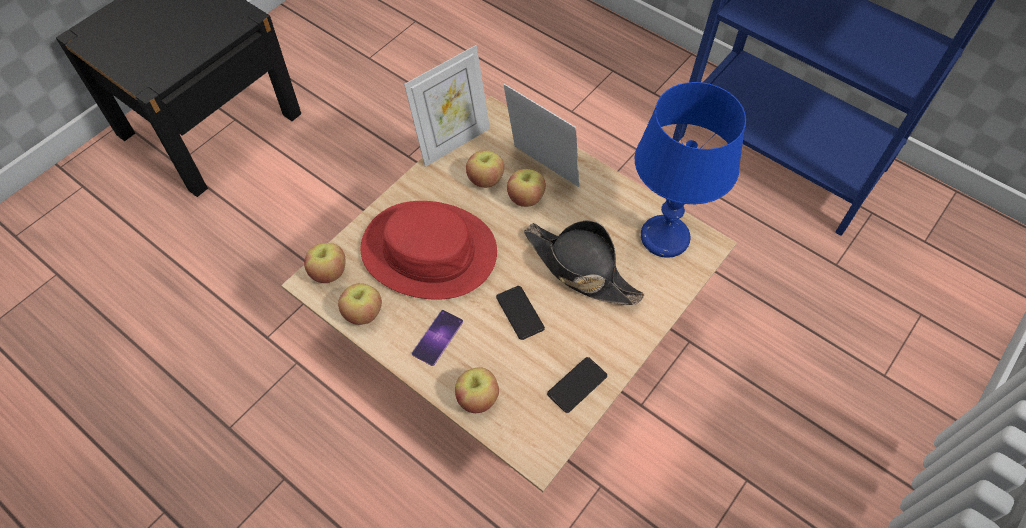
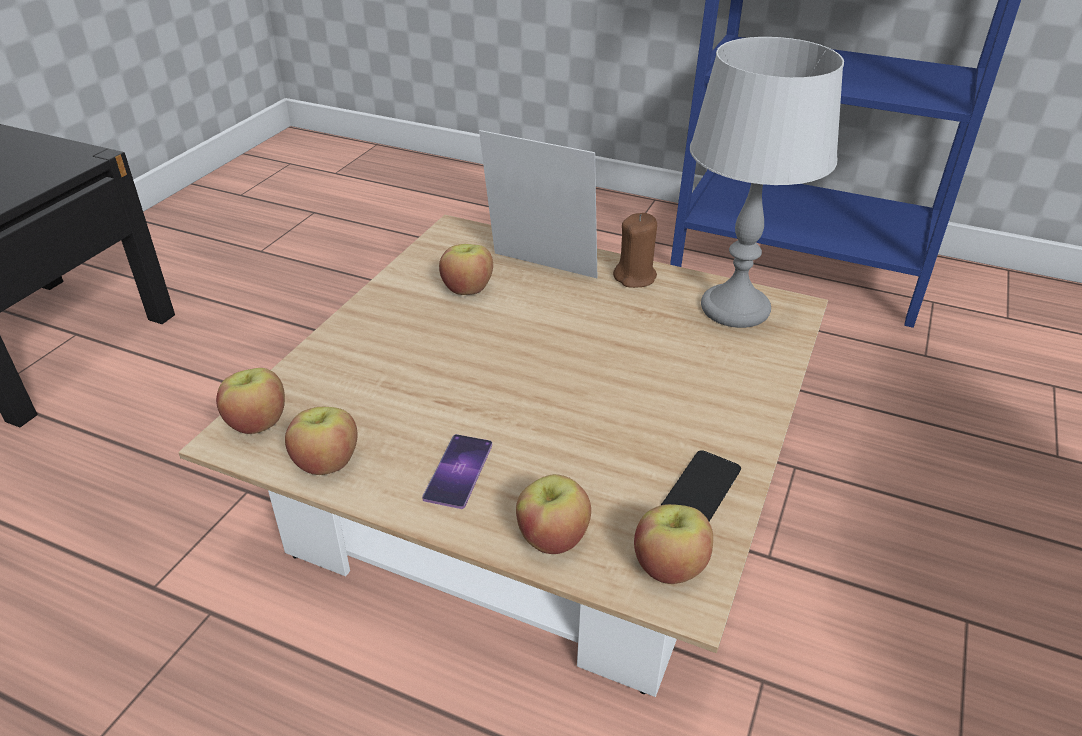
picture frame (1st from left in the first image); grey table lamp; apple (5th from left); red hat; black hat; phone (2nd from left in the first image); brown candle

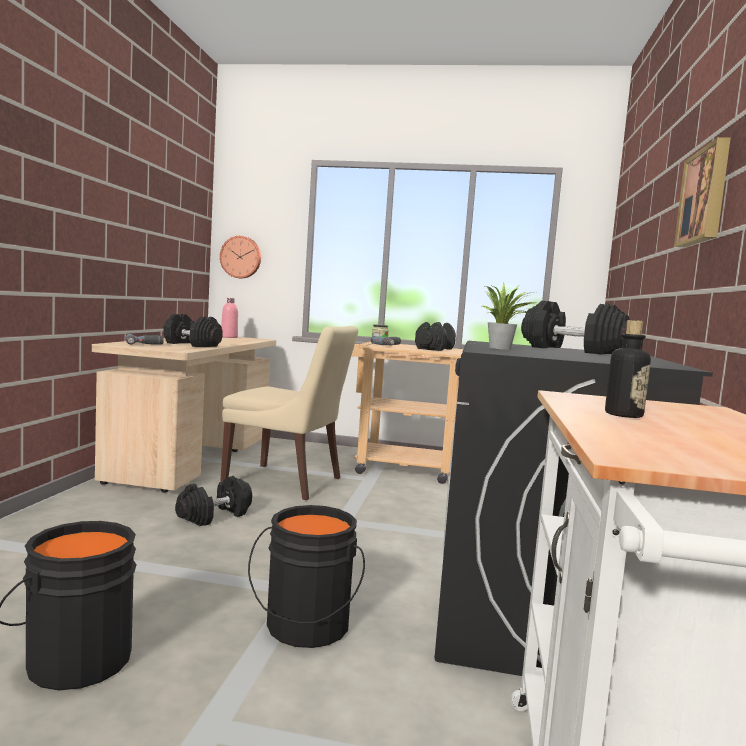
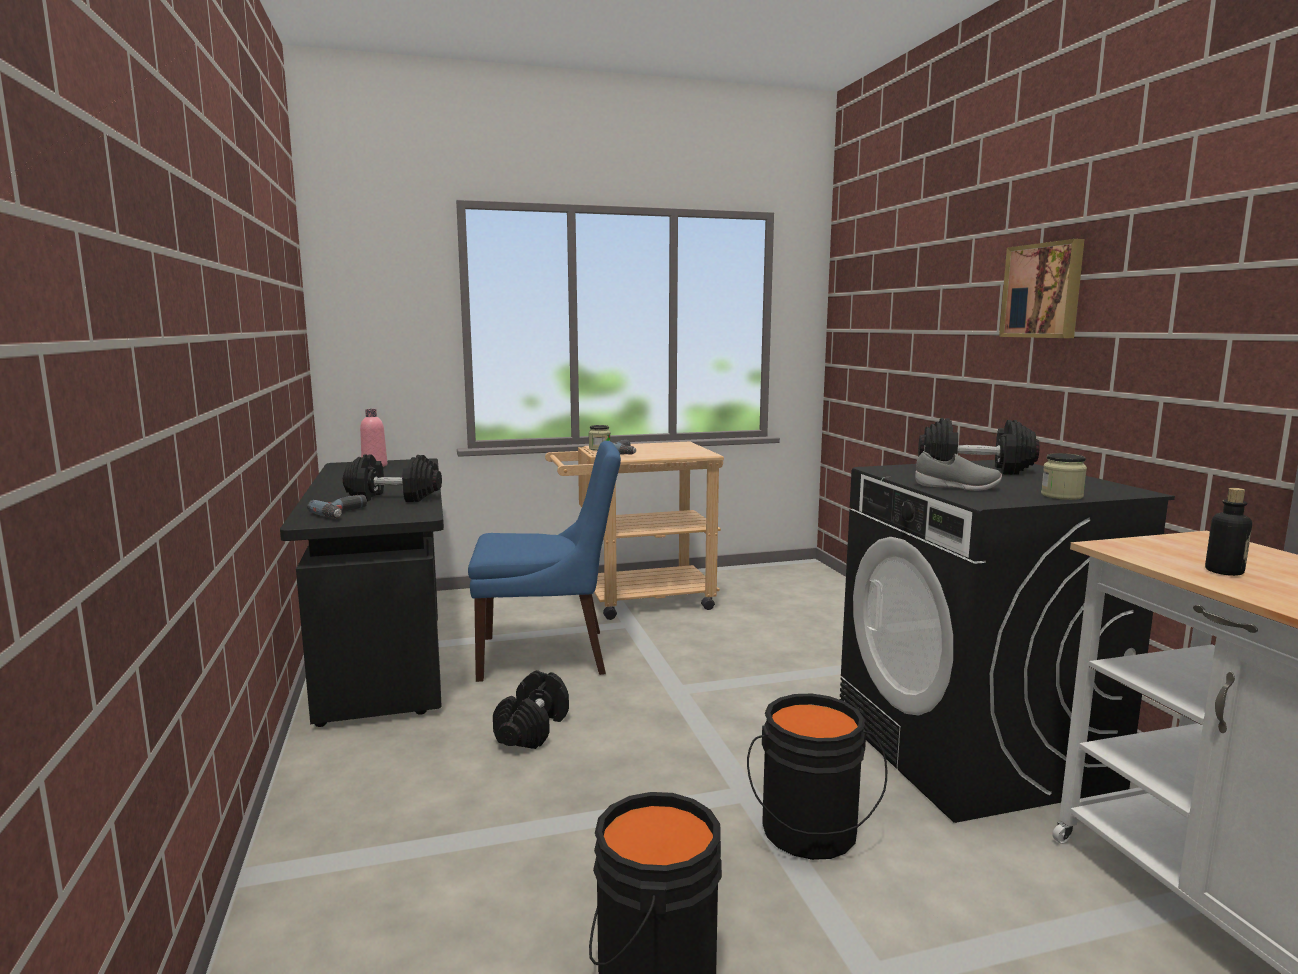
wall clock; grey shoe; black dumbbell (3rd from left in the first image); blue chair; black desk; jar (2nd from left)

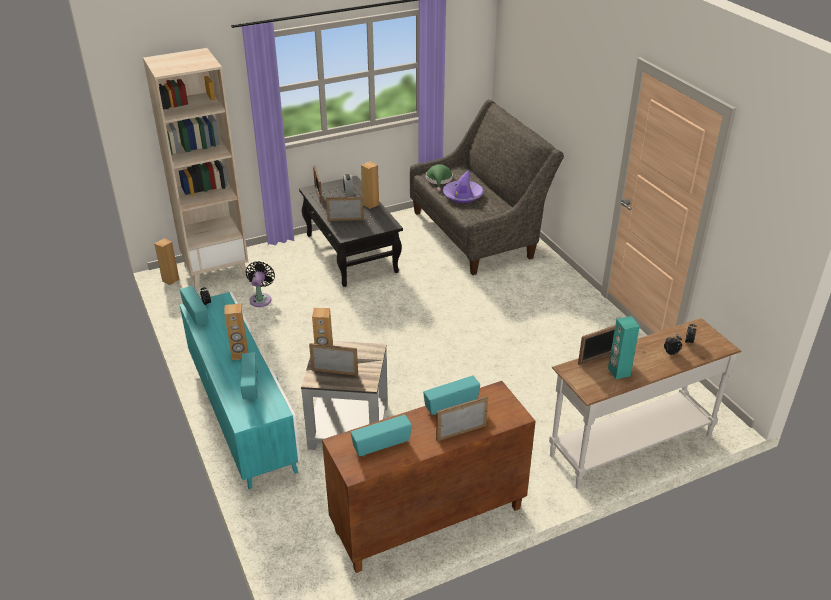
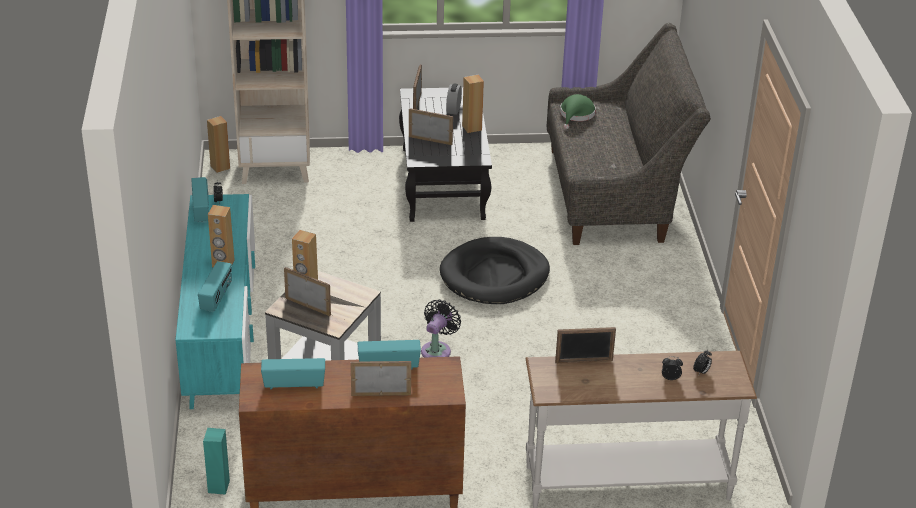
purple hat; black fan; turquoise speaker; black dog bed

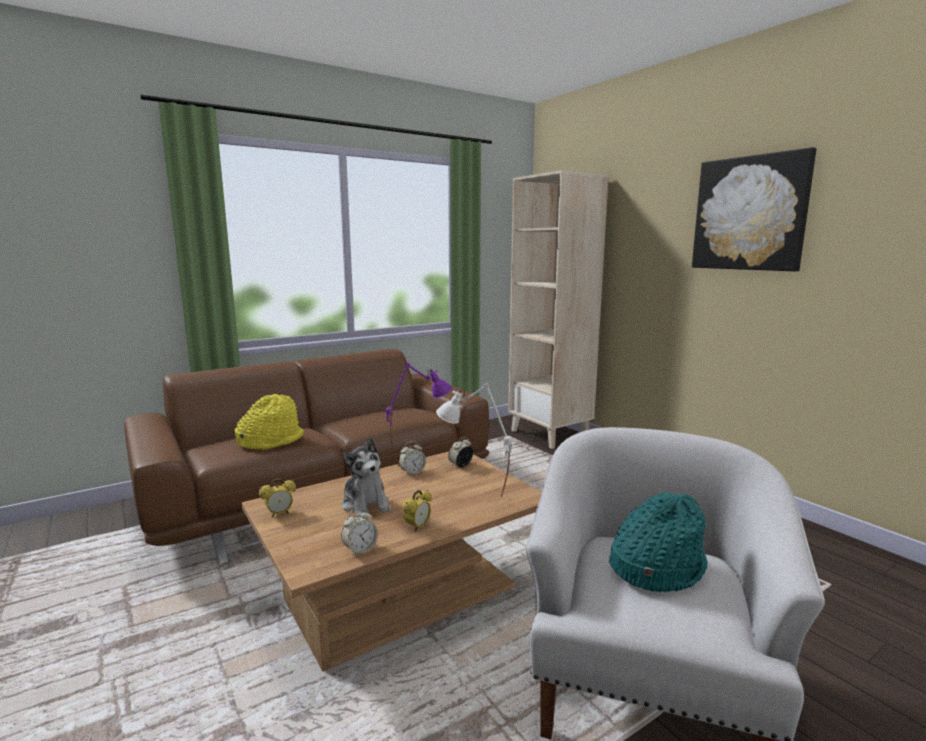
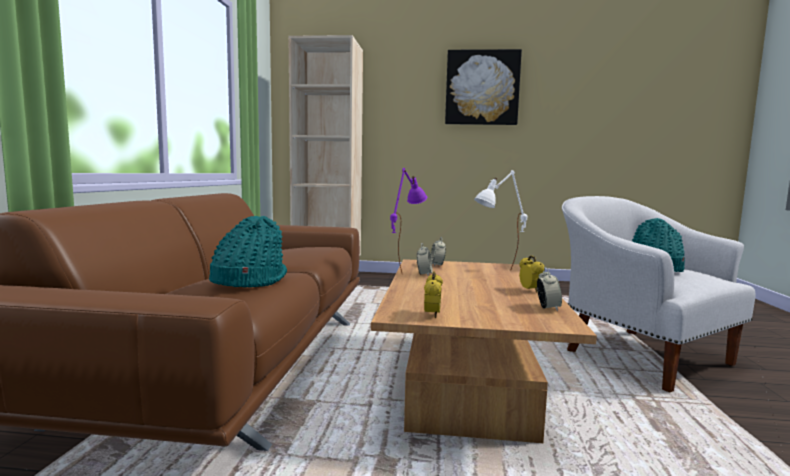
turquoise hat (1st from left); plush toy

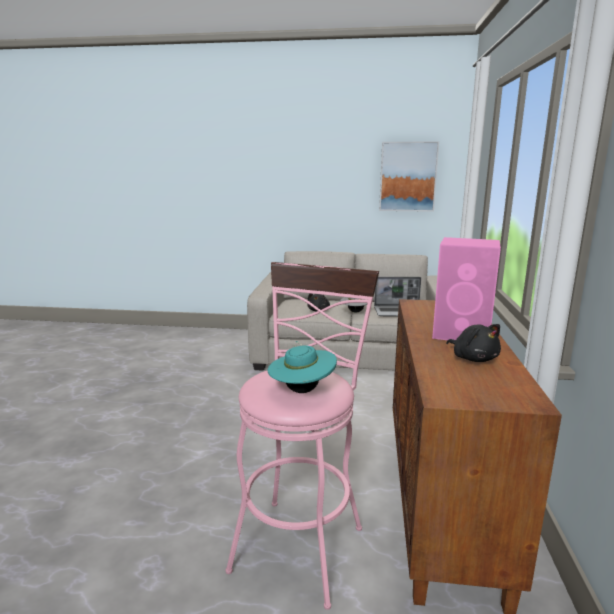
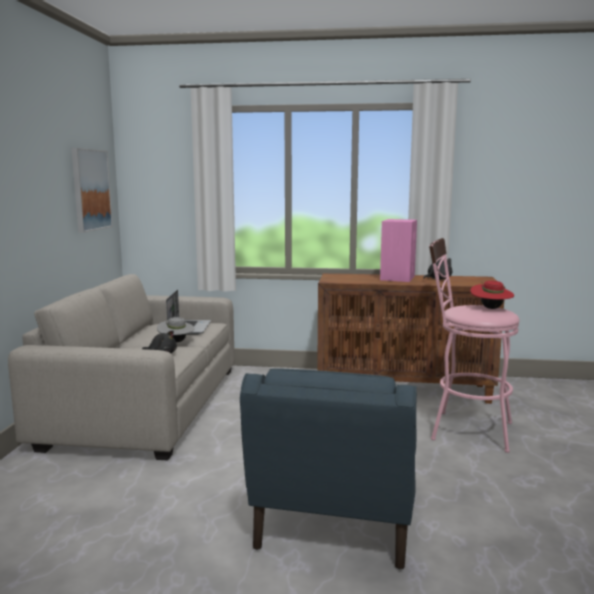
red hat; blue armchair

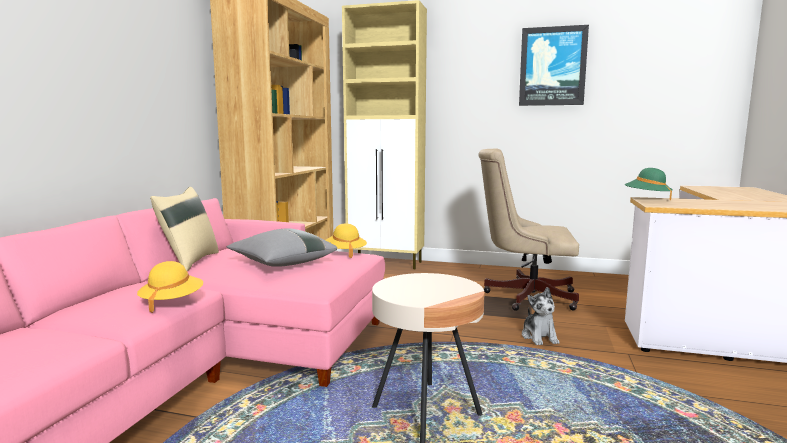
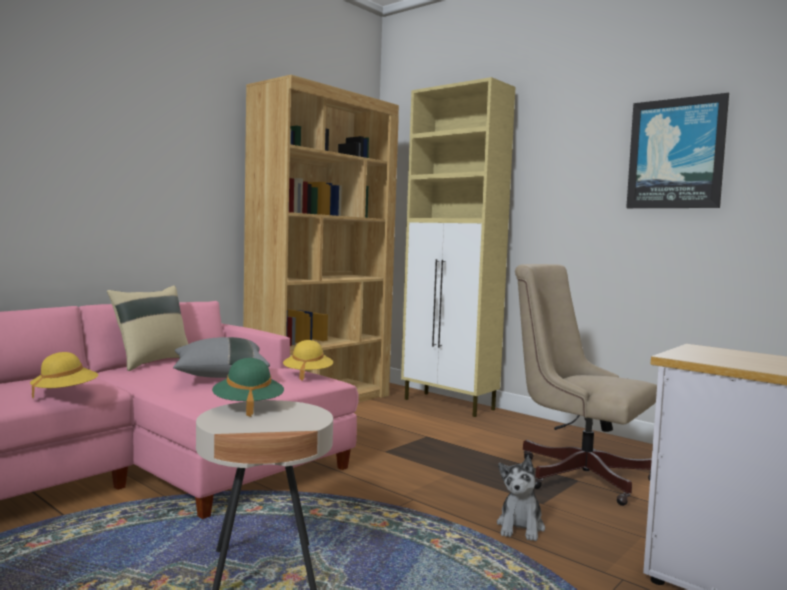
green hat

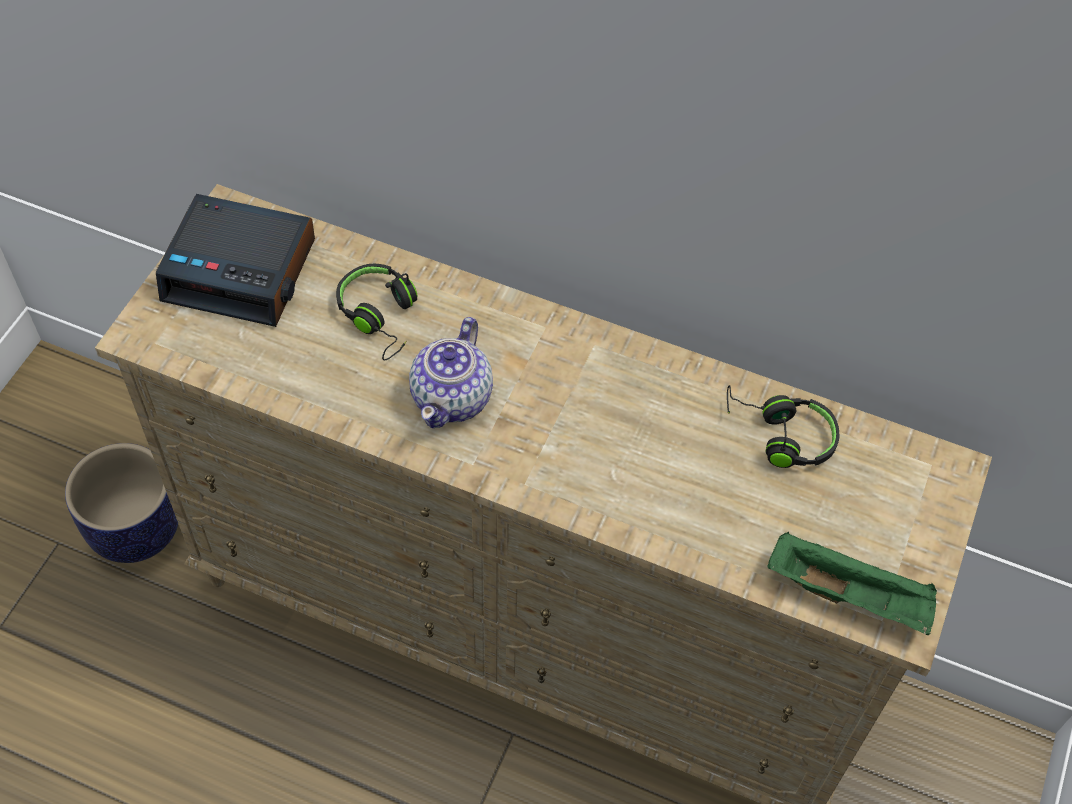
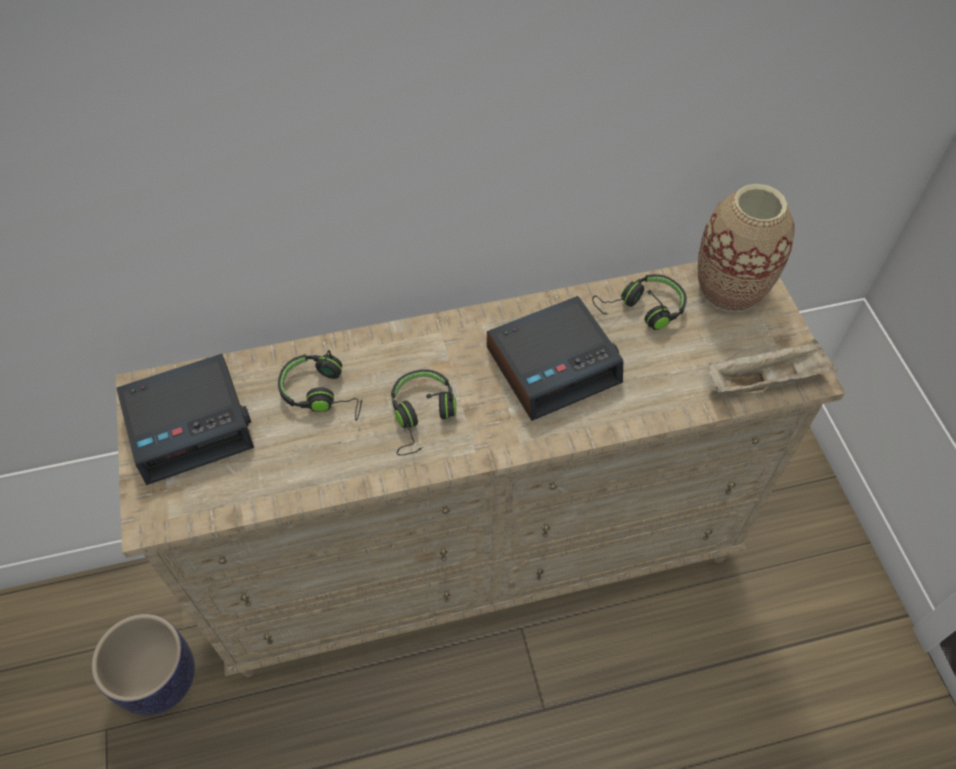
black headphones (2nd from left); beige tray; vase; alarm clock (2nd from left)

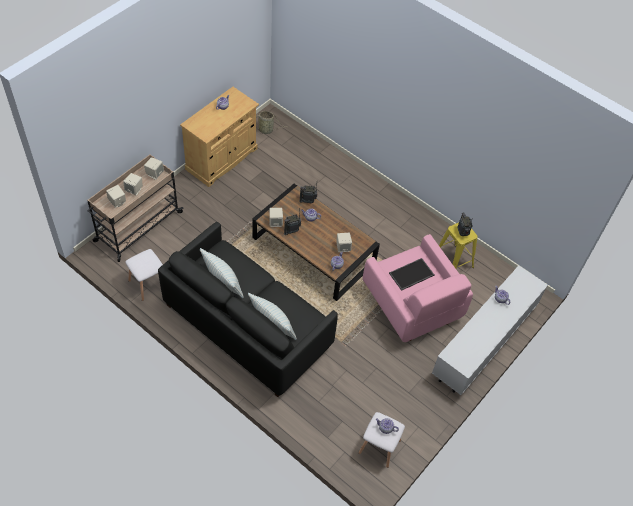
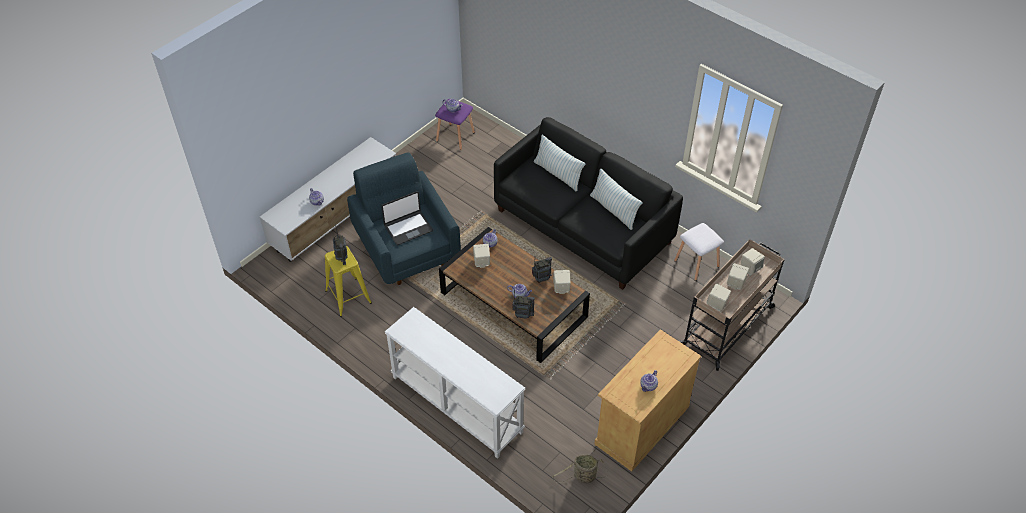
blue armchair; laptop; purple stool; white console table

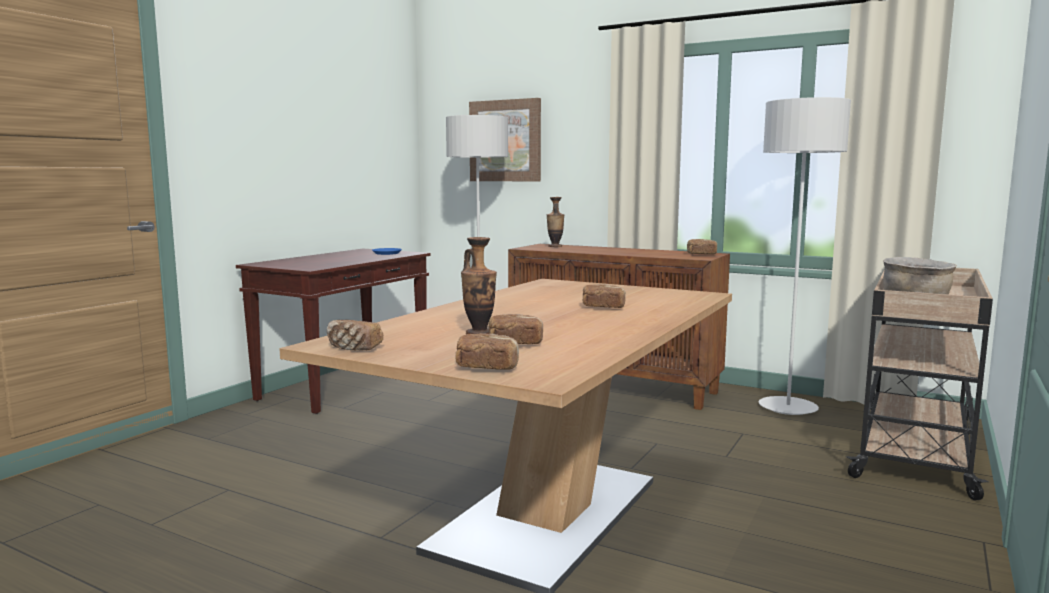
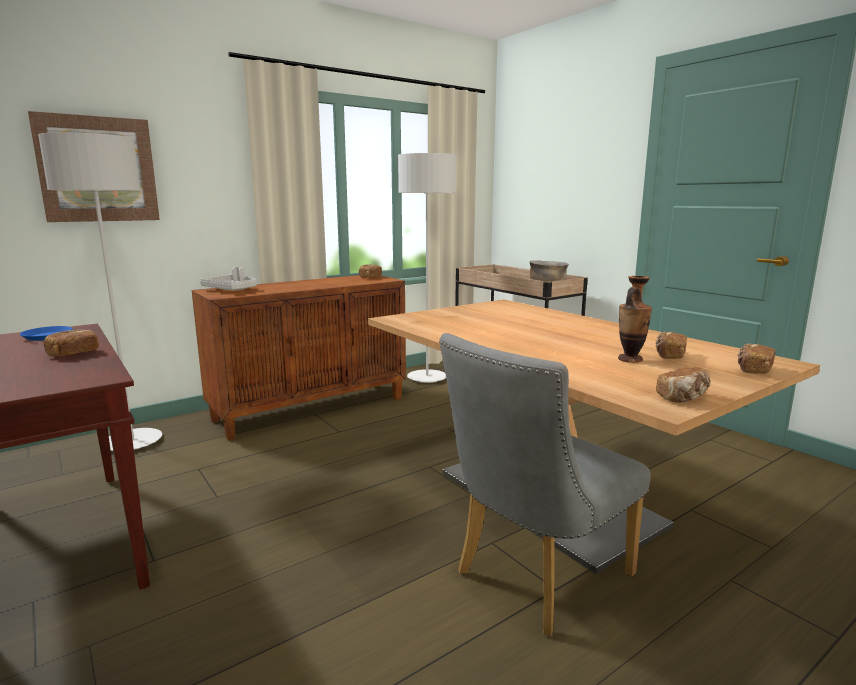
grey tray; bread (1st from left); grey chair

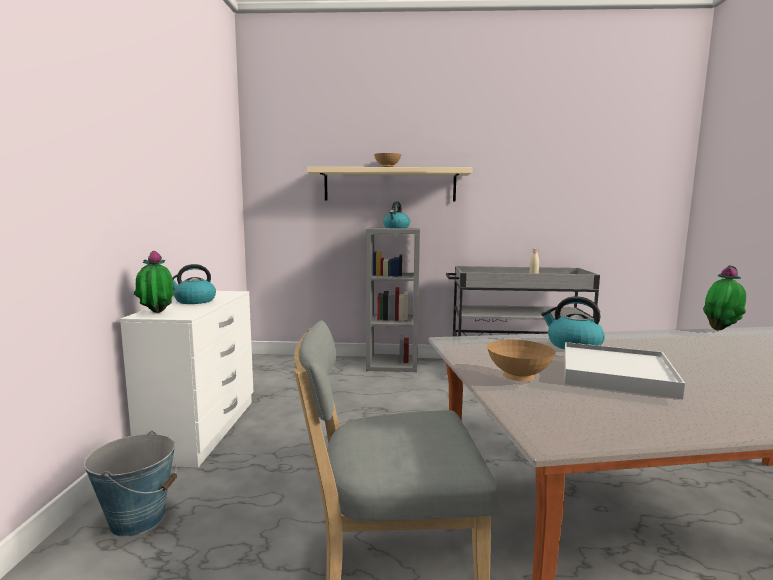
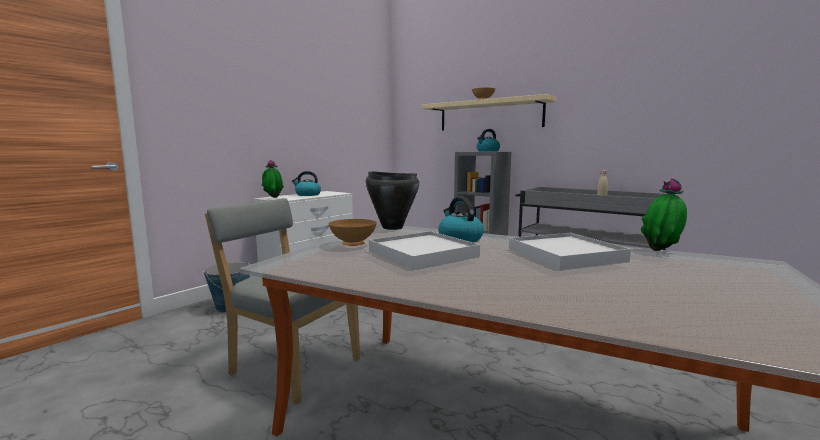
black cooking pot; white tray (2nd from left)

